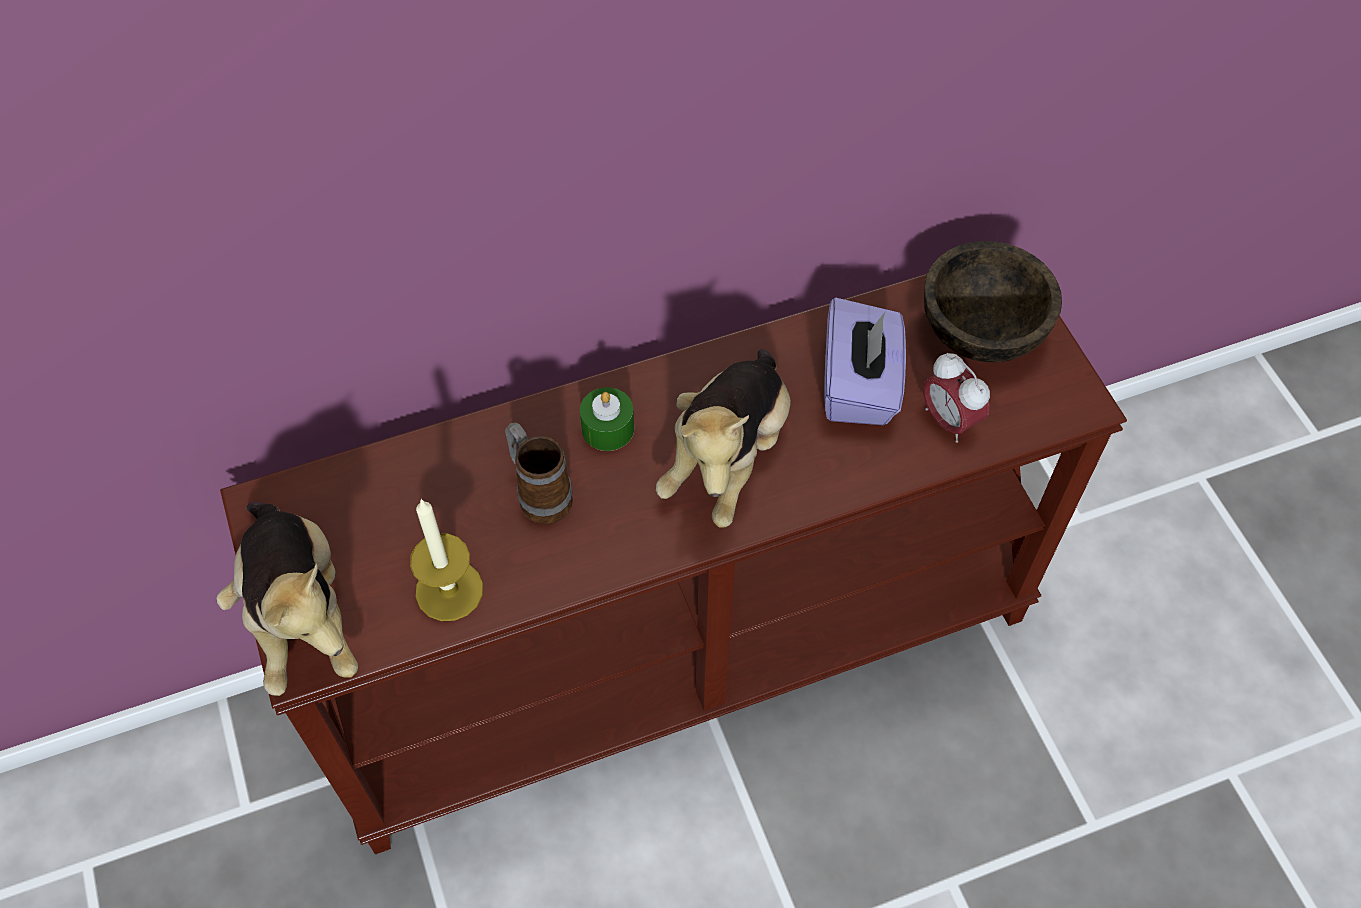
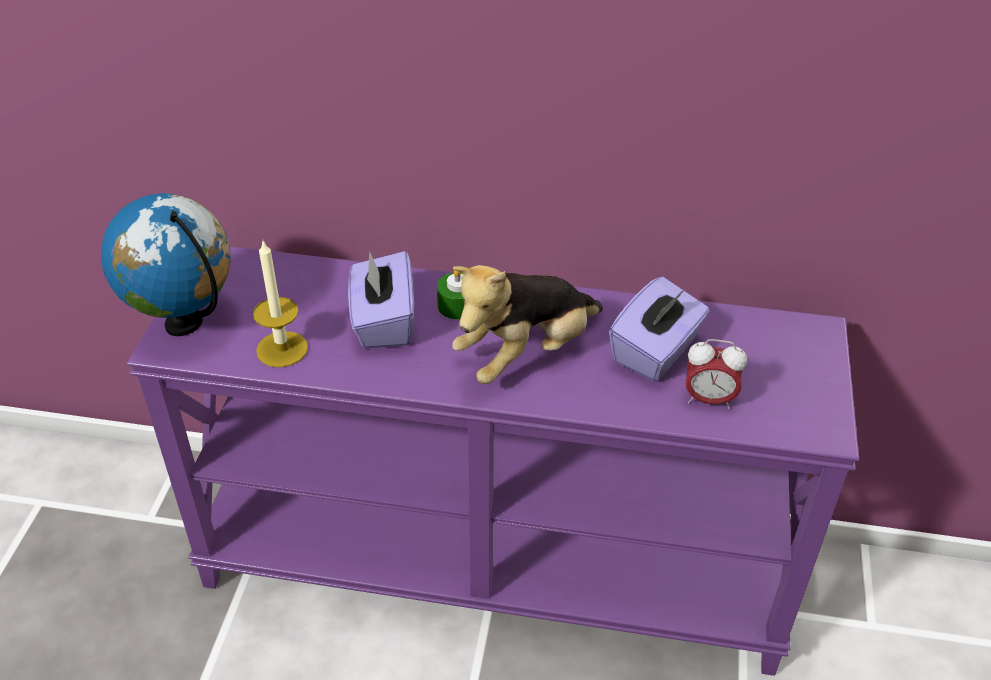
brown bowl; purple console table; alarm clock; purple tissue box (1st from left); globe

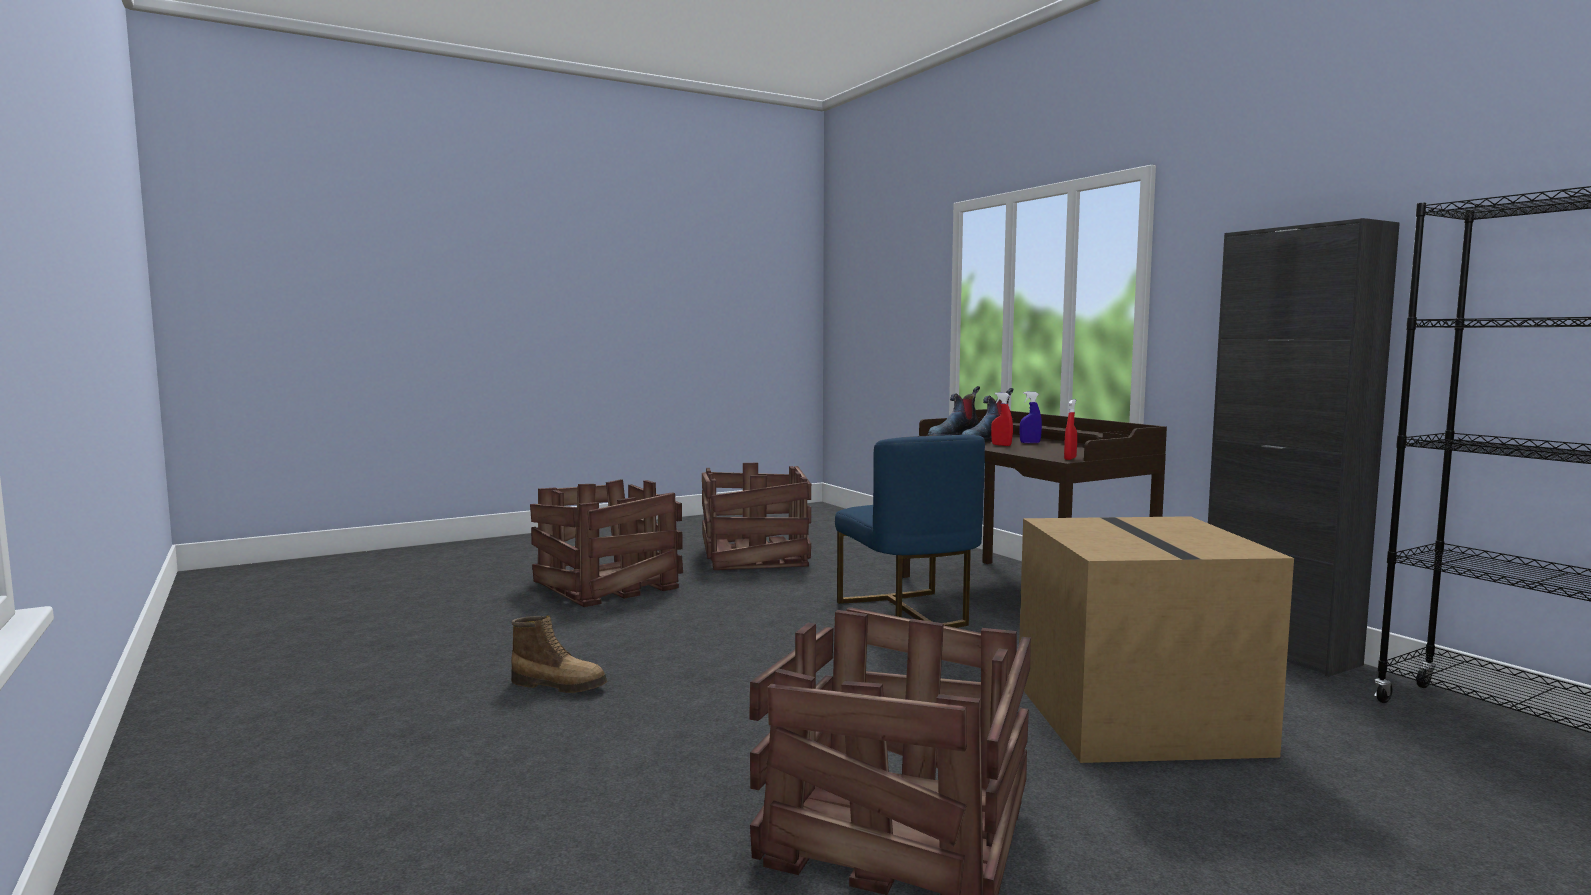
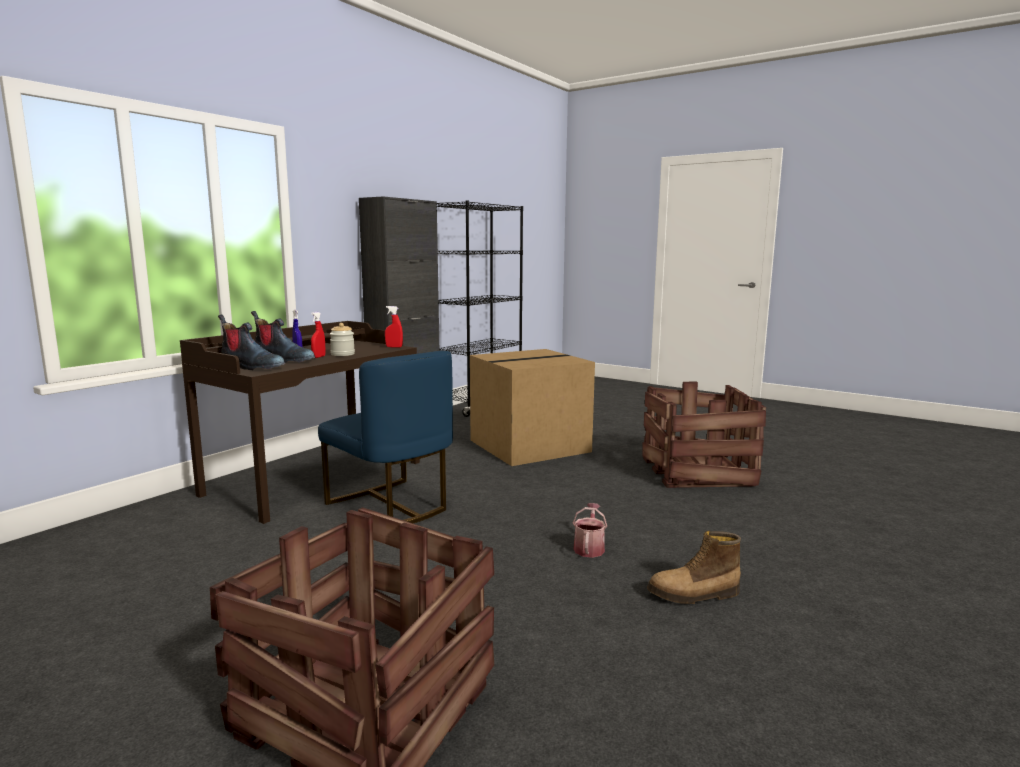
blue chair; crate (2nd from left in the first image); boot (3rd from left); jar; watering can

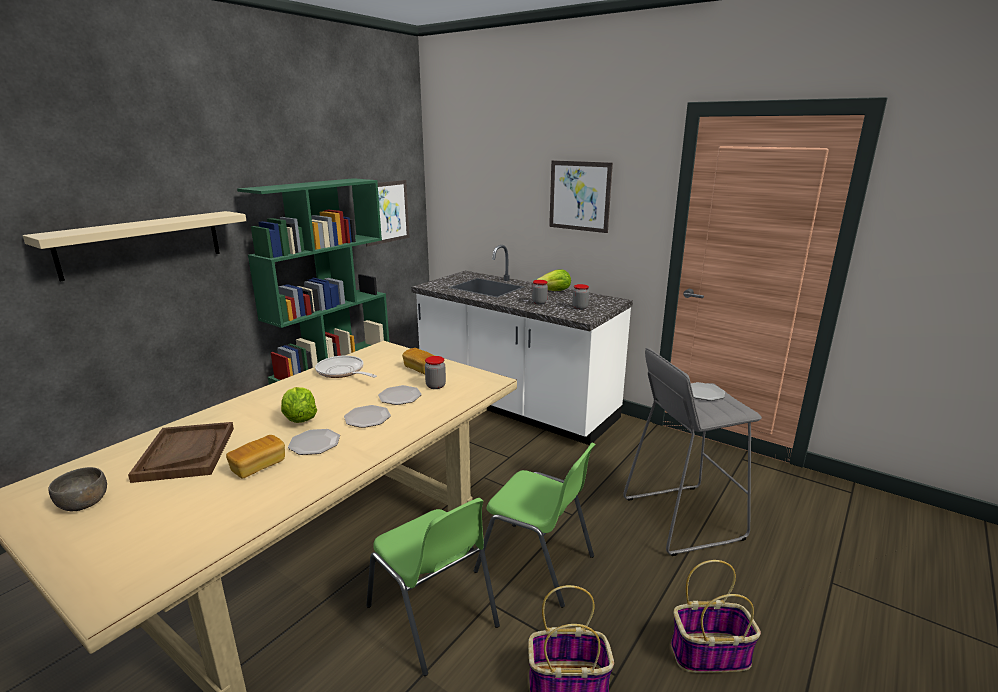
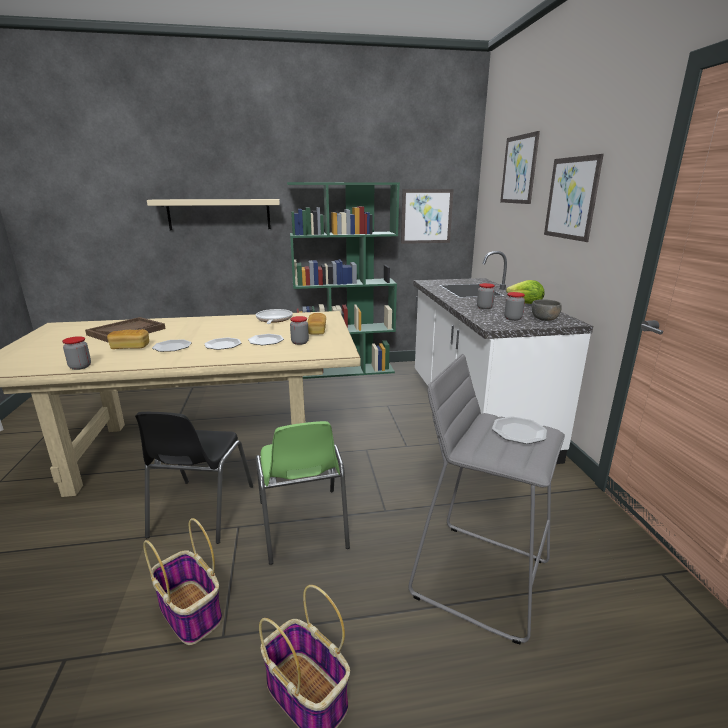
lettuce (1st from left in the first image); grey bowl; black chair; picture (2nd from left); jar (1st from left)

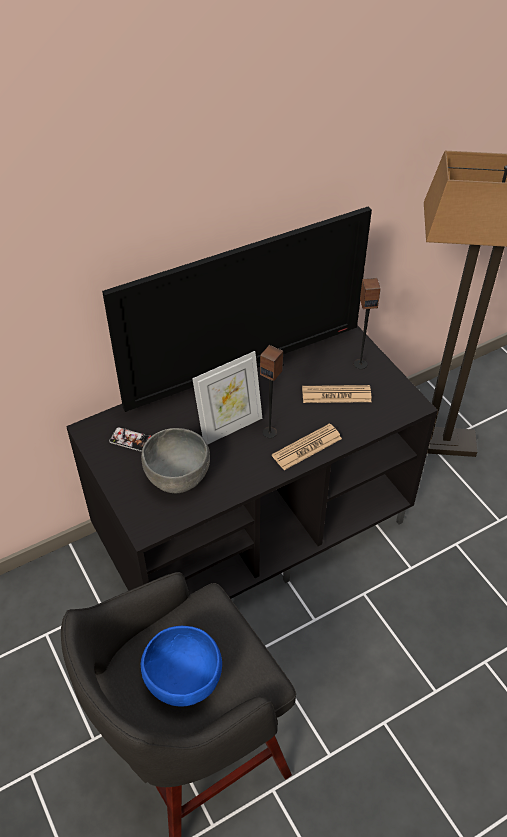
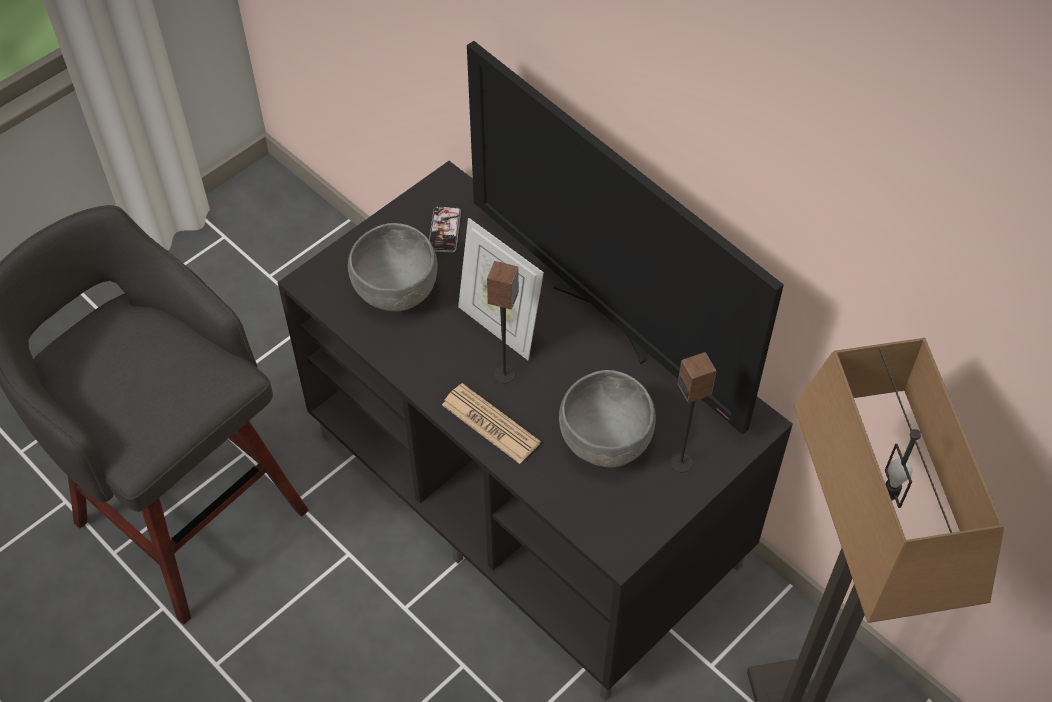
grey bowl (2nd from left); blue bowl

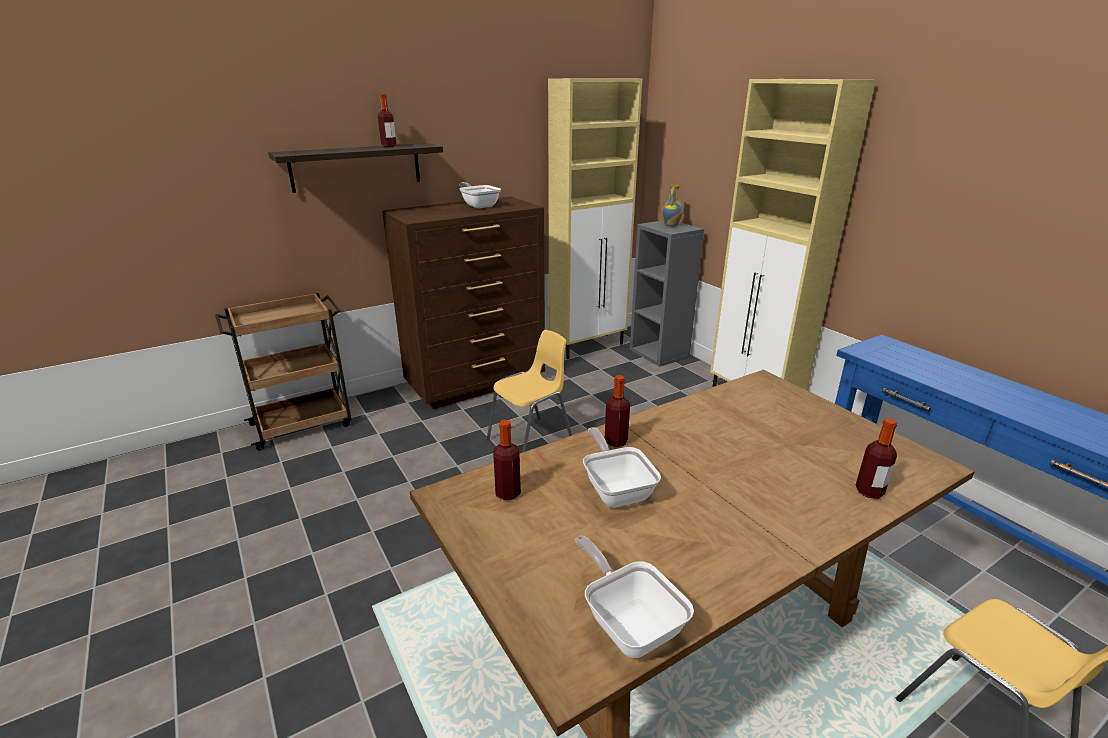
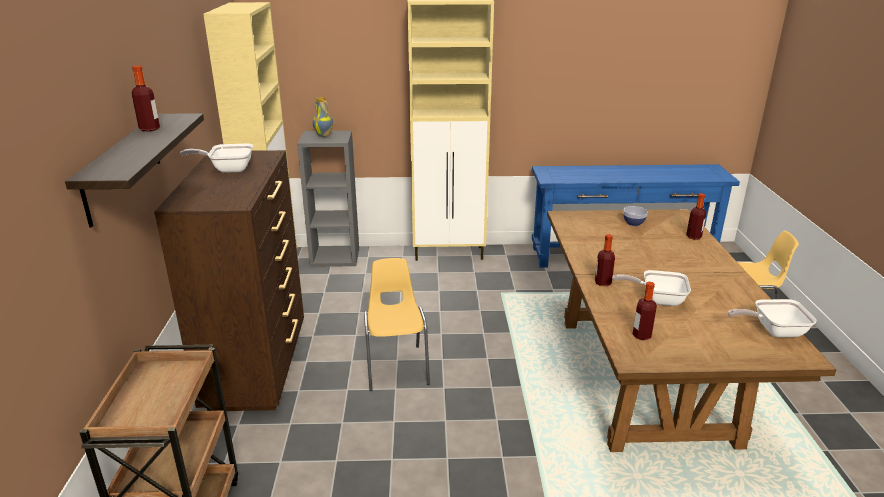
bowl

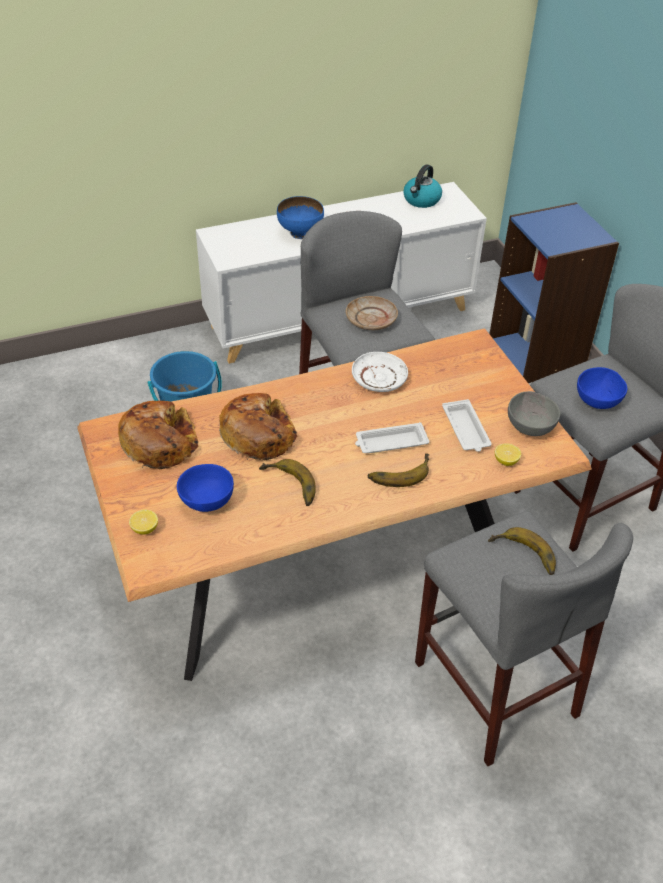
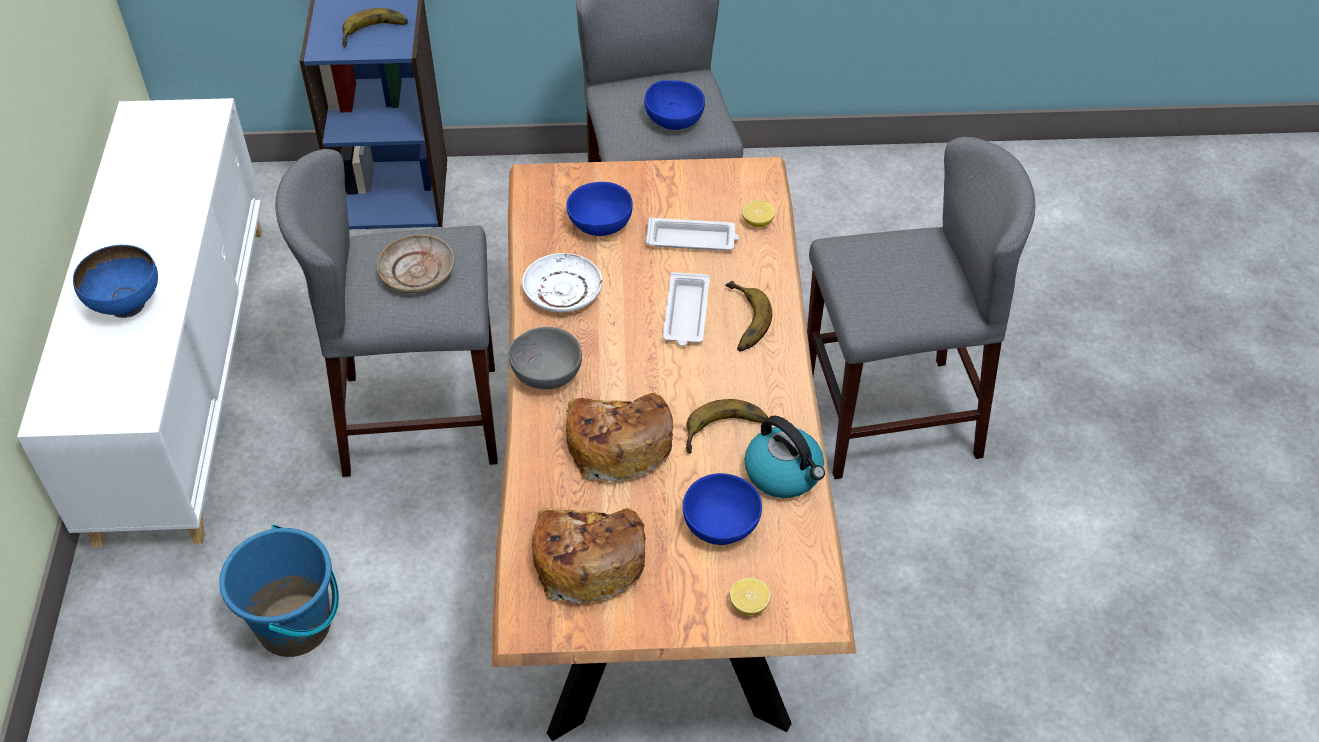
kettle; grey bowl; banana (1st from left); blue bowl (2nd from left)

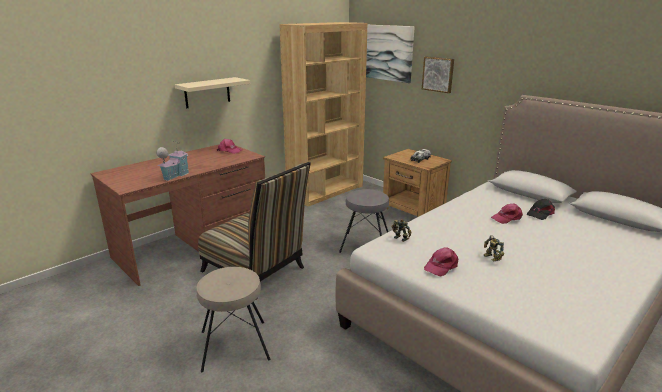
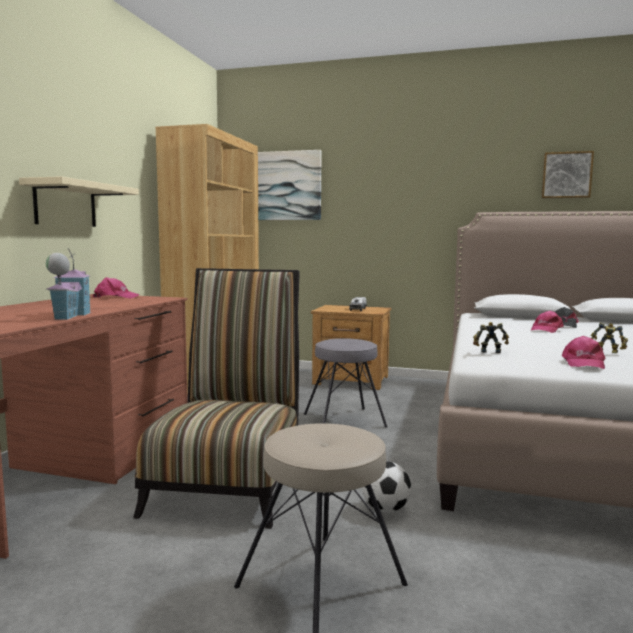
picture (2nd from left); chair; football

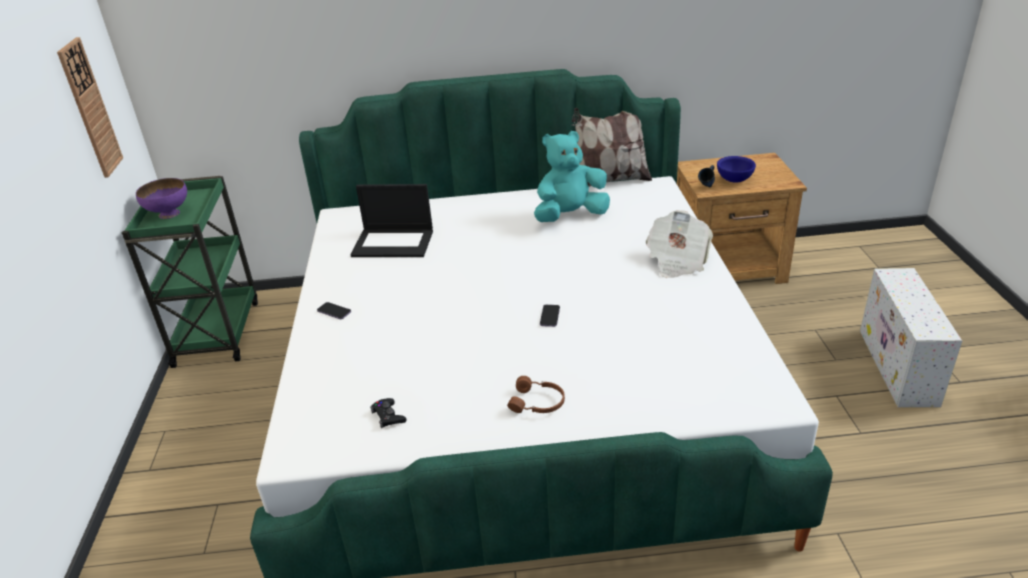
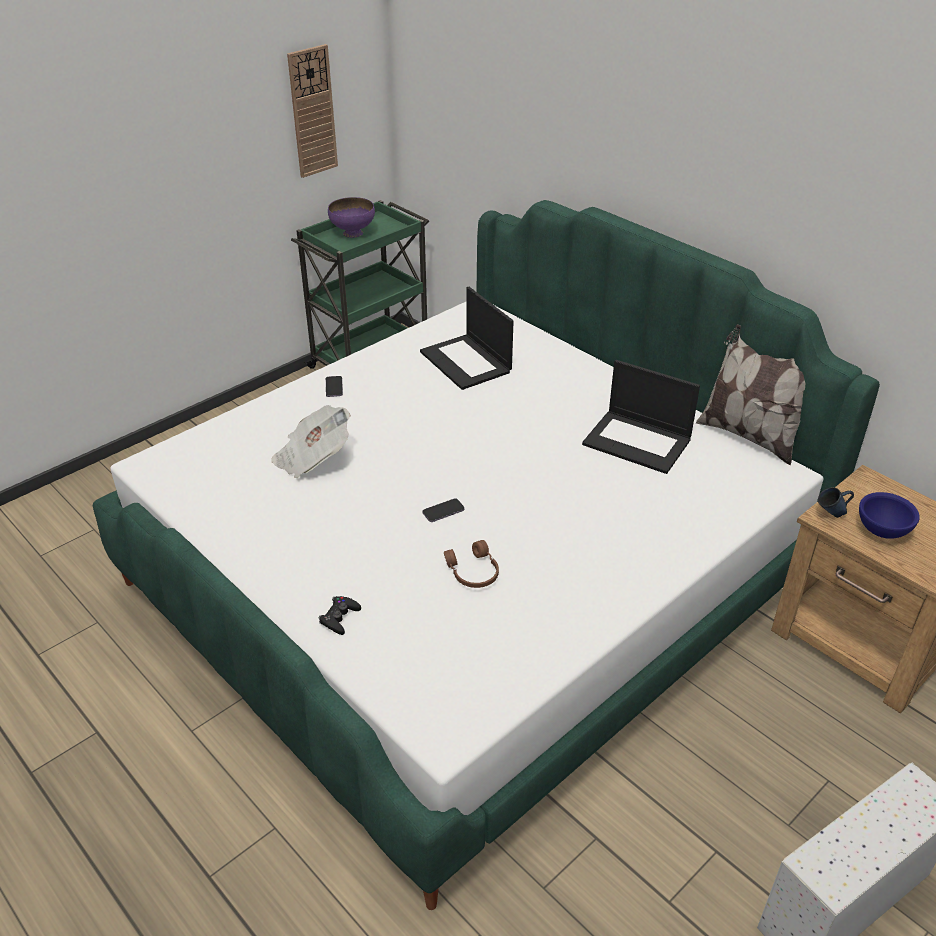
laptop (2nd from left); newspaper; brown headphones; black game controller

